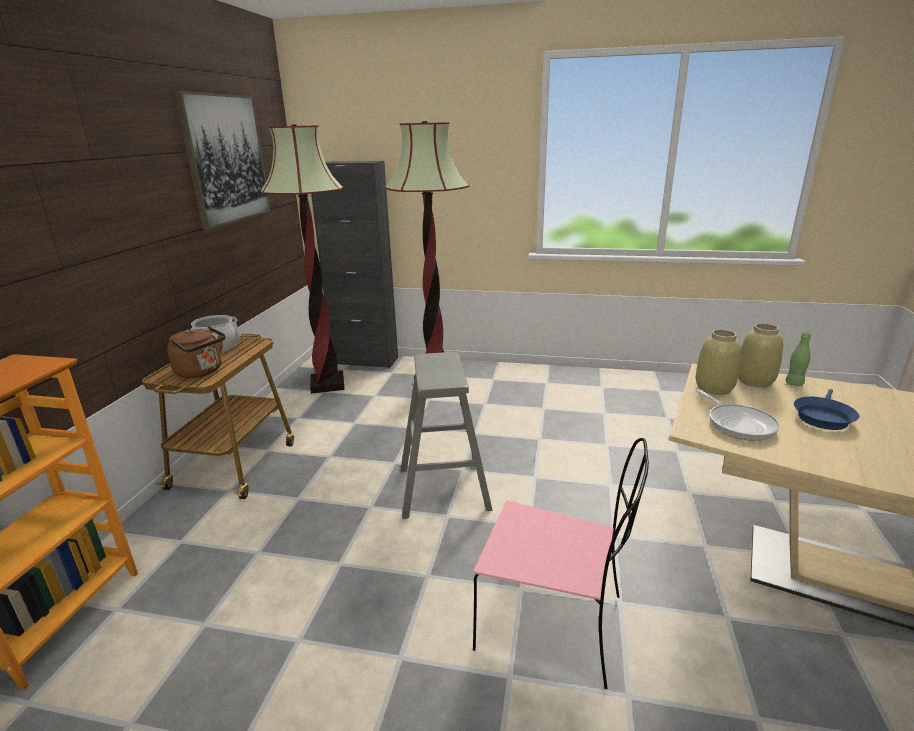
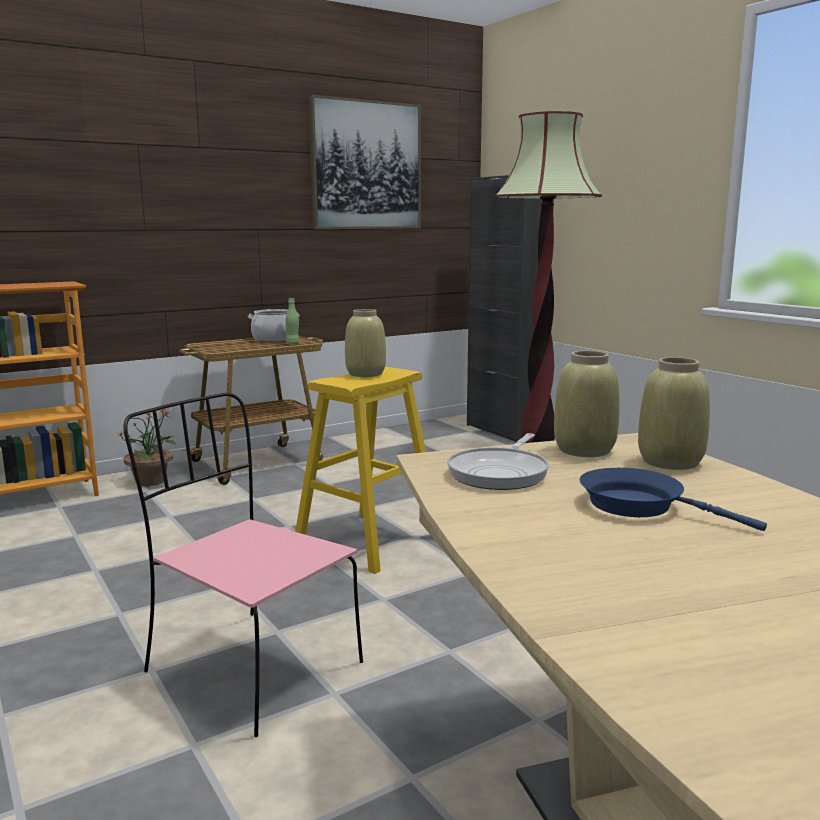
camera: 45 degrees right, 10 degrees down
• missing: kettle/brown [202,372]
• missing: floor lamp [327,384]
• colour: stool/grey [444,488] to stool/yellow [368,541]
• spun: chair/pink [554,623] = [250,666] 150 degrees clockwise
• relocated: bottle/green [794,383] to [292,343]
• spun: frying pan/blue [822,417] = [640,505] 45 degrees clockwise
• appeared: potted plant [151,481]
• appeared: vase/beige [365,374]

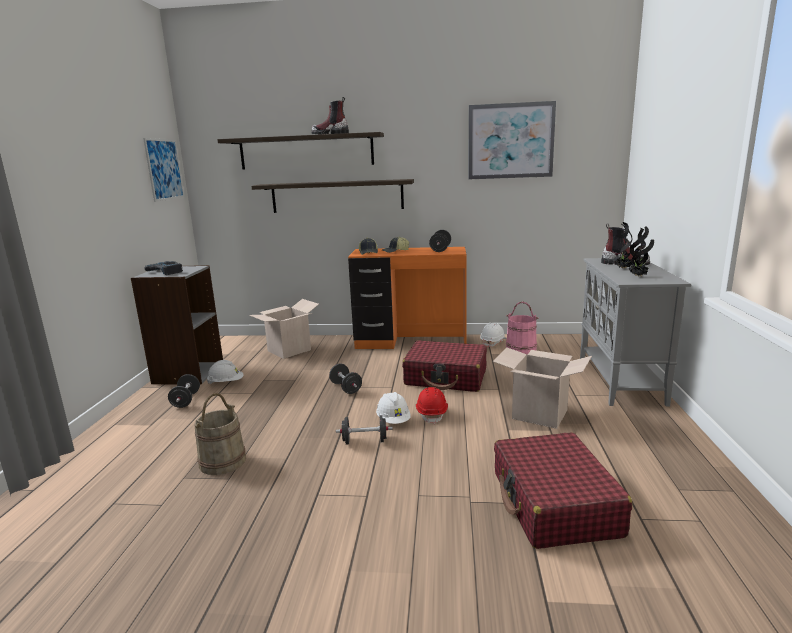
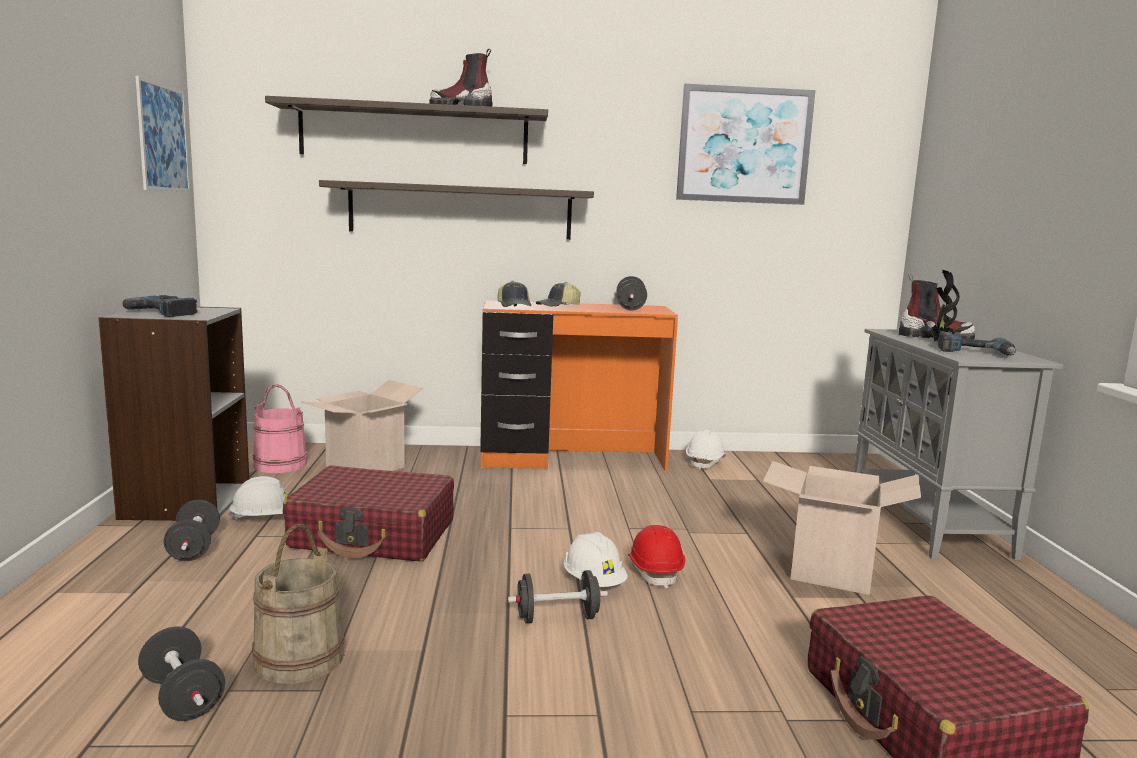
camera: 10 degrees left, 5 degrees down
• relocated: dumbbell/black [346,388] to [182,698]
• relocated: suitcase/red [446,377] to [374,534]
• relocated: bucket/pink [521,349] to [280,465]
• exchanged: potted plant [638,276] to power drill [976,352]

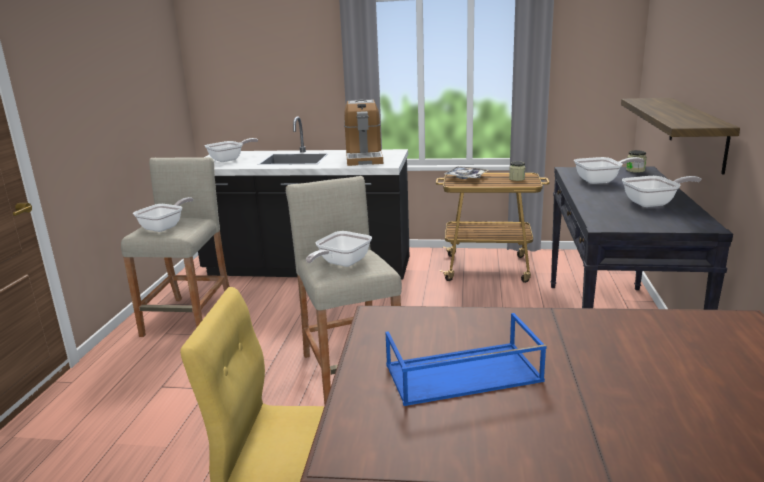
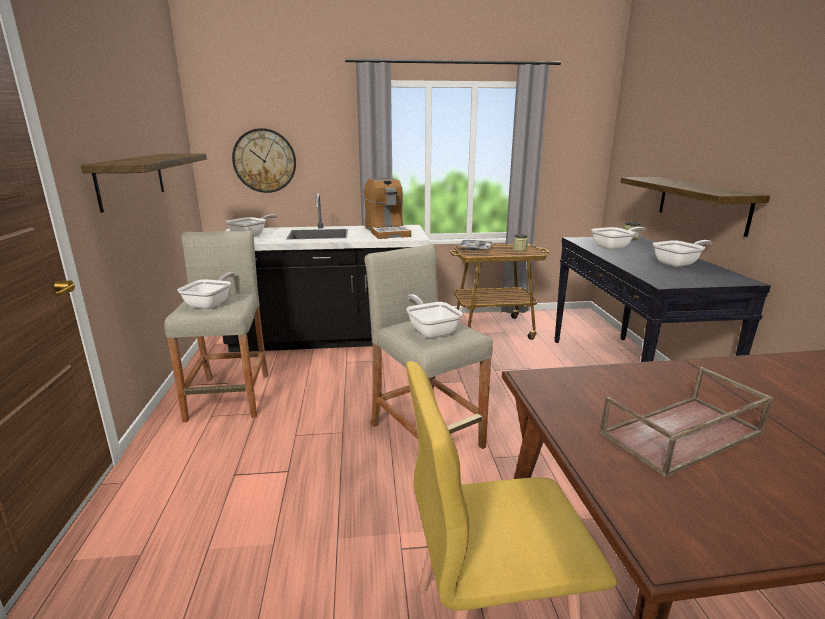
camera: 15 degrees left, 0 degrees up
• spun: frying pan [341,263] = [431,331] 135 degrees clockwise
• colour: tray/blue [461,374] to tray/brown [681,434]
• appeared: shelf [132,179]
• appeared: wall clock [264,161]

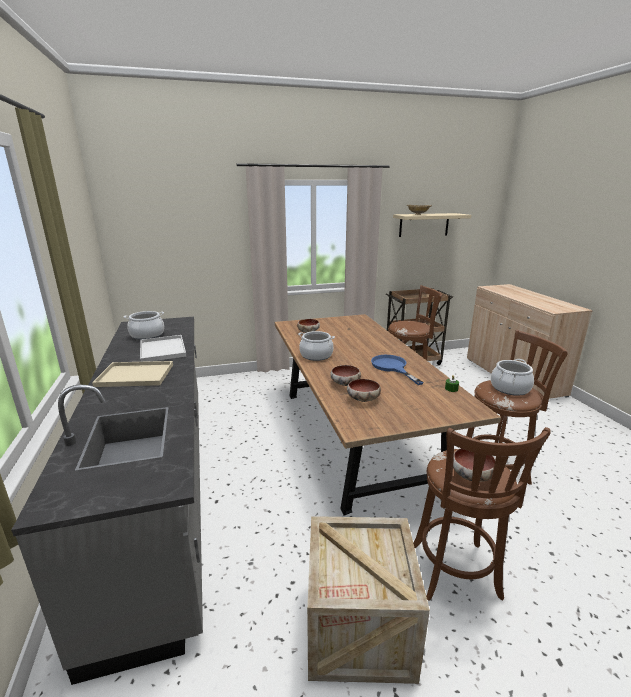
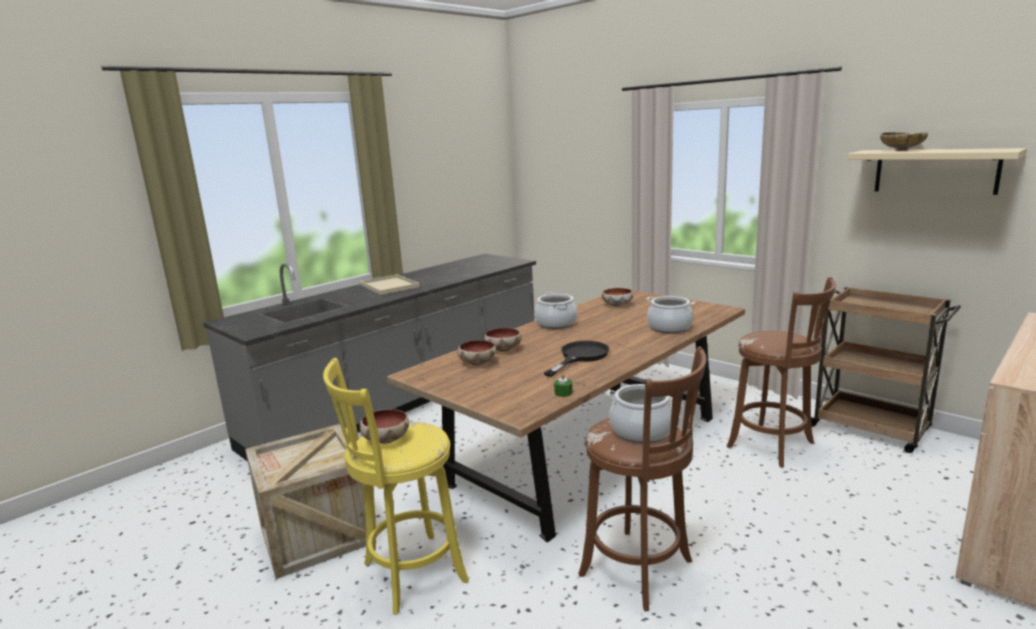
camera: 60 degrees right, 5 degrees down
• relocated: cooking pot [147,335] to [669,328]
• missing: tray/white [163,349]
• colour: frying pan/blue [392,367] to frying pan/black [580,357]
• colour: stool/brown [456,575] to stool/yellow [409,575]

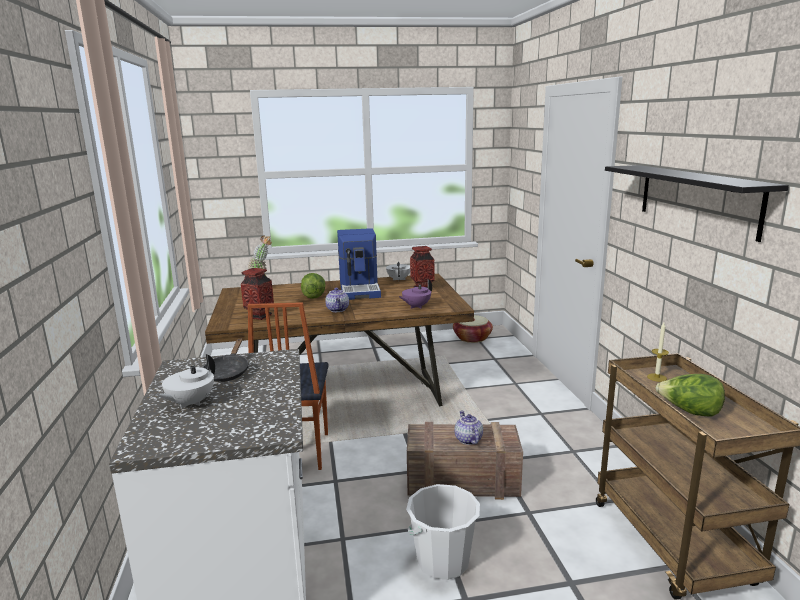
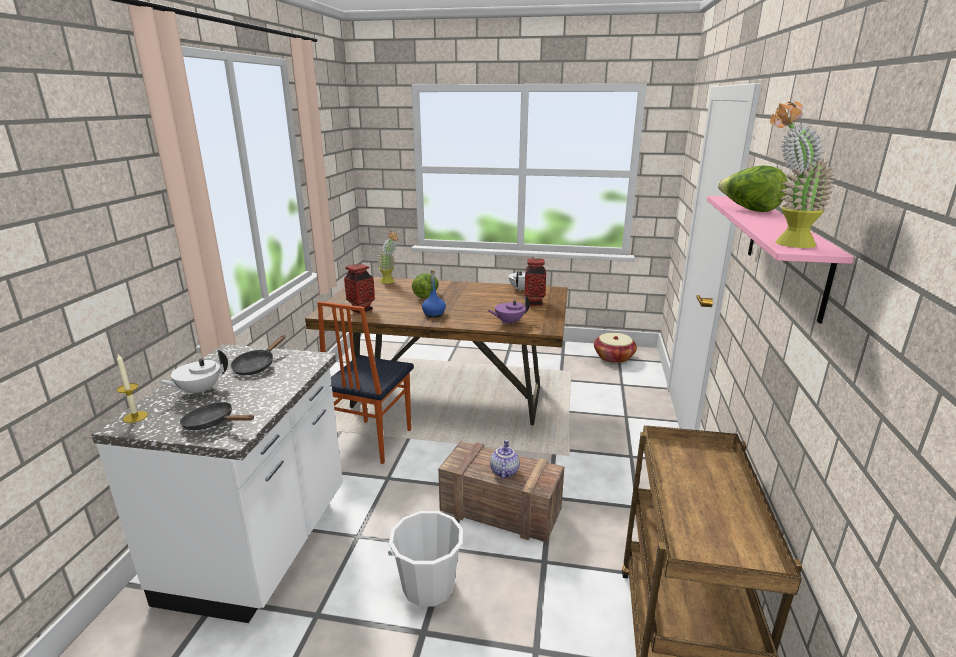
camera: 20 degrees right, 5 degrees up
• exchanged: teapot [338,310] to bottle/blue [434,314]
• missing: coffee machine [360,289]
• colour: shelf/black [697,199] to shelf/pink [785,251]
• relocated: candle [657,377] to [135,417]
• relocated: lettuce [689,412] to [748,210]
• appeared: frying pan/black [213,423]
• appeared: potted plant [784,243]

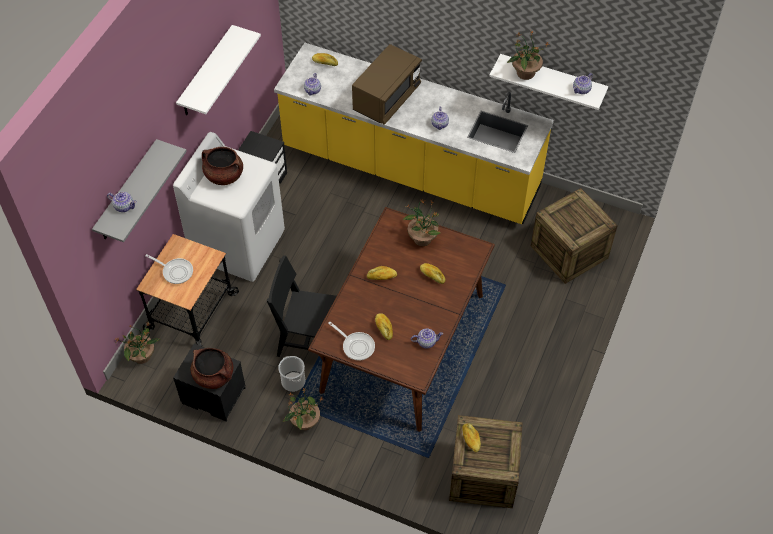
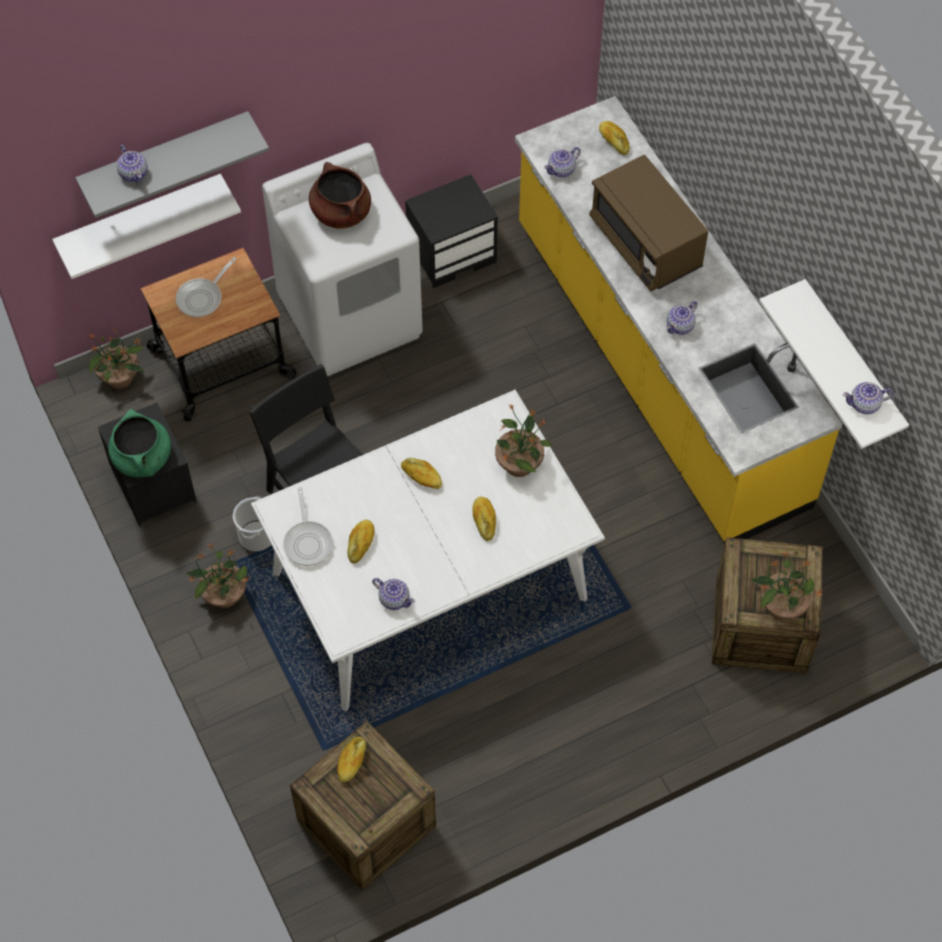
camera: 40 degrees right, 5 degrees up
• spun: frying pan [175,271] = [202,297] 60 degrees clockwise
• relocated: shelf/white [206,72] to [140,219]
• colour: cooking pot/brown [214,375] to cooking pot/green [143,458]
• colour: dining table/brown [403,342] to dining table/white [430,584]
• spun: microwave/brown [386,98] = [645,244] 75 degrees clockwise
• relocated: potted plant [525,73] to [781,606]

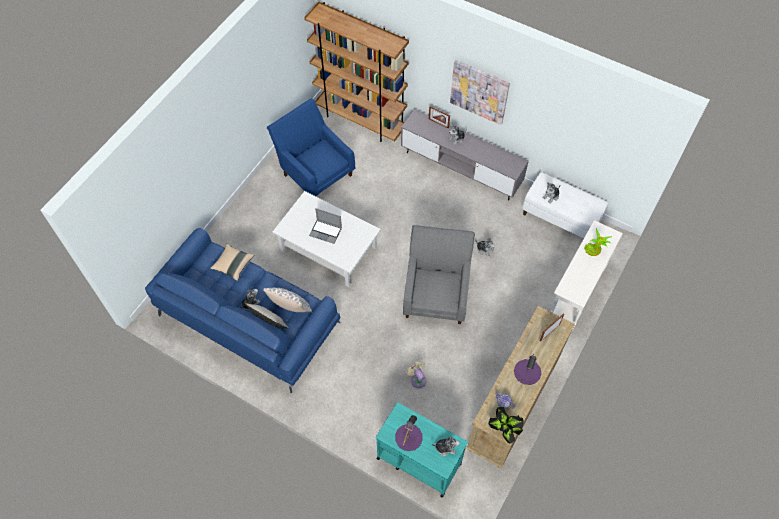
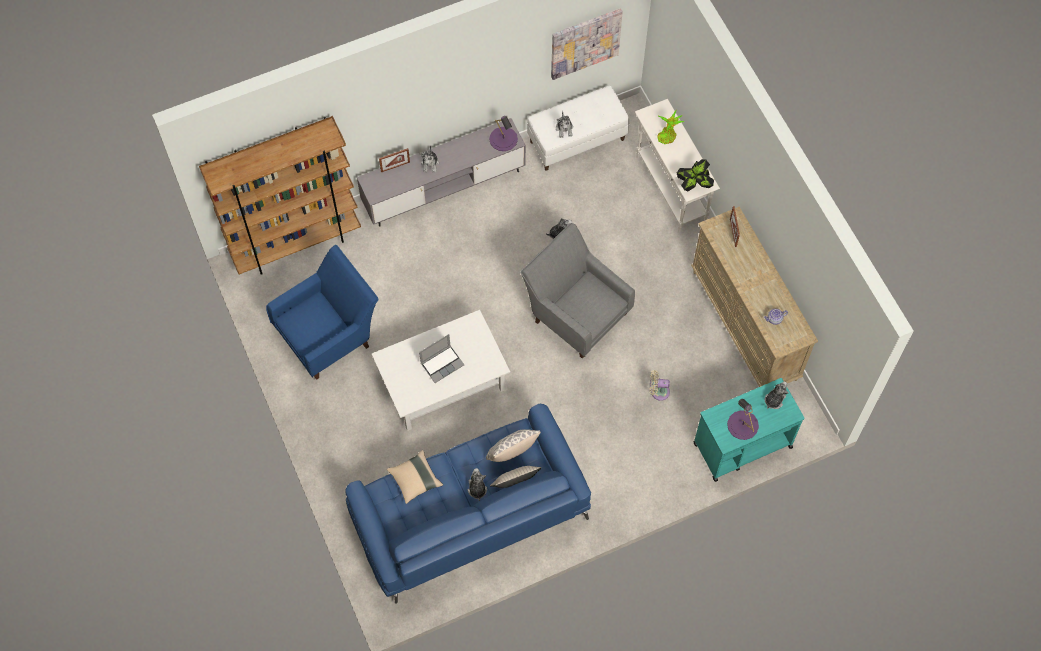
camera: 55 degrees left, 5 degrees up
• spun: armchair/blue [315,172] = [329,333] 150 degrees clockwise
• relocated: picture [479,92] to [585,42]
• relocated: potted plant [504,430] to [694,185]
• relocated: table lamp/purple [527,372] to [503,139]

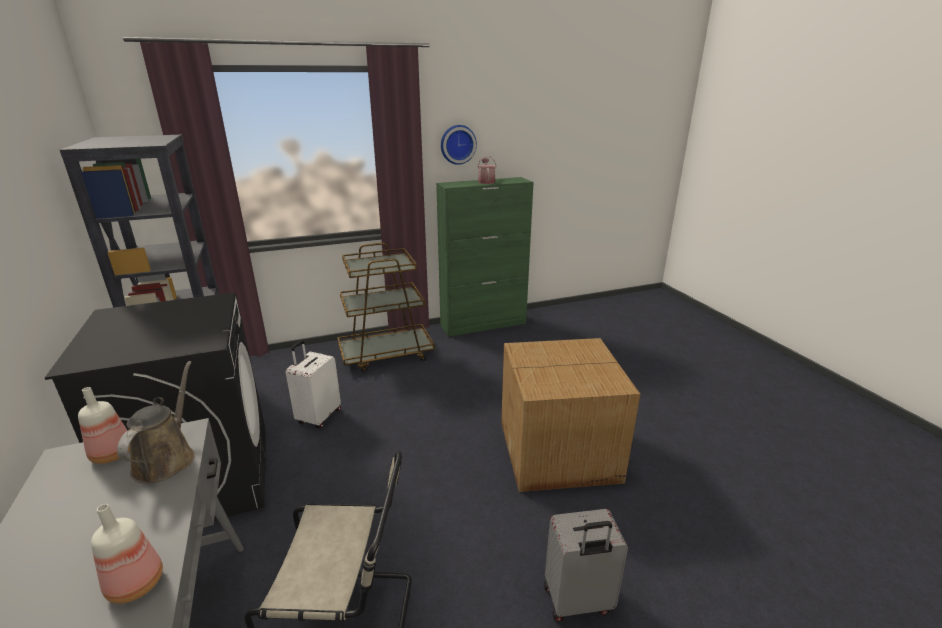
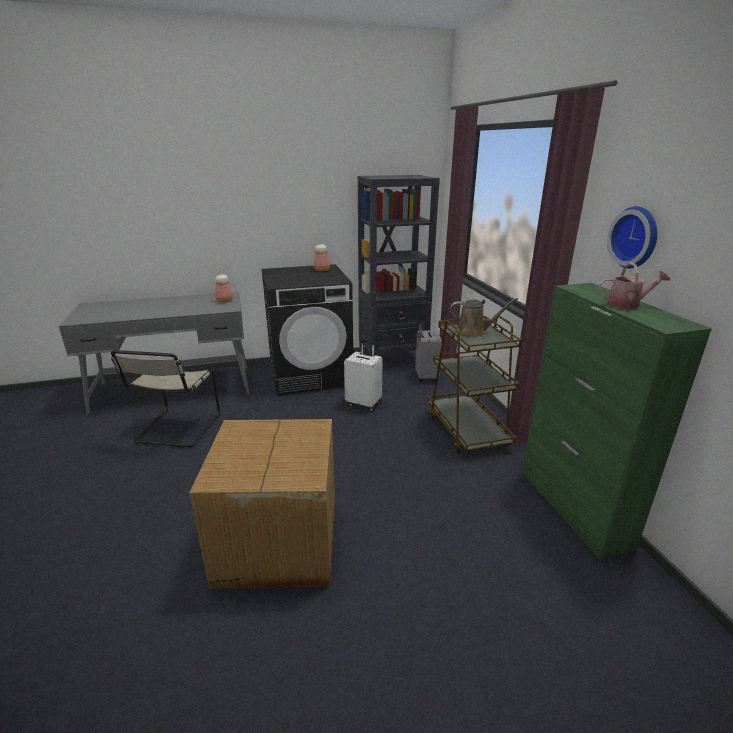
camera: 95 degrees right, 0 degrees up
• relocated: bottle [135,583] to [322,270]
• relocated: watering can/brown [167,458] to [474,332]
• relocated: suitcase/grey [577,601] to [425,377]

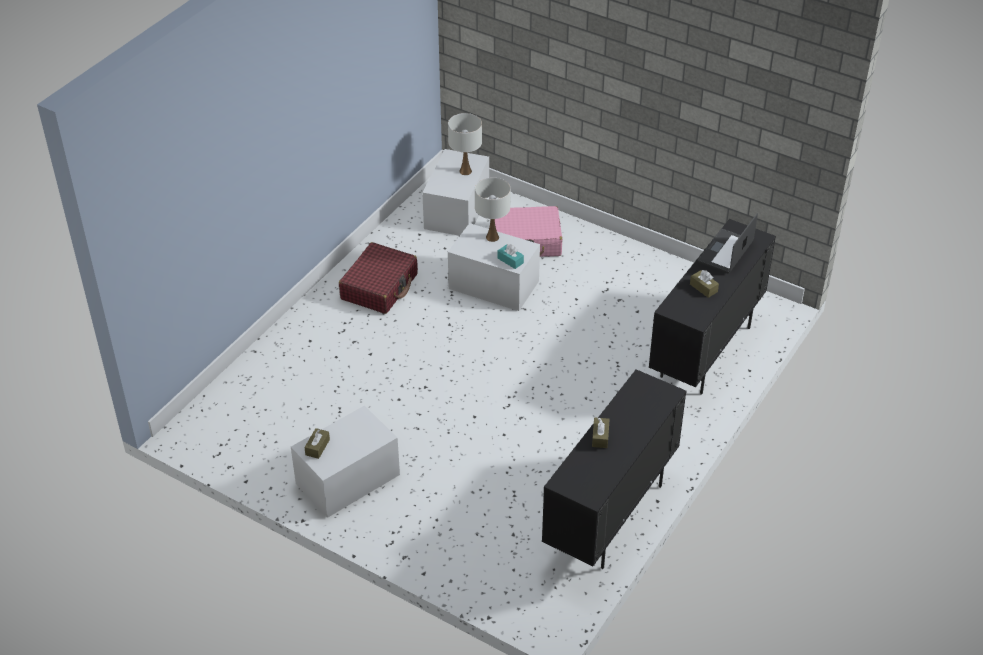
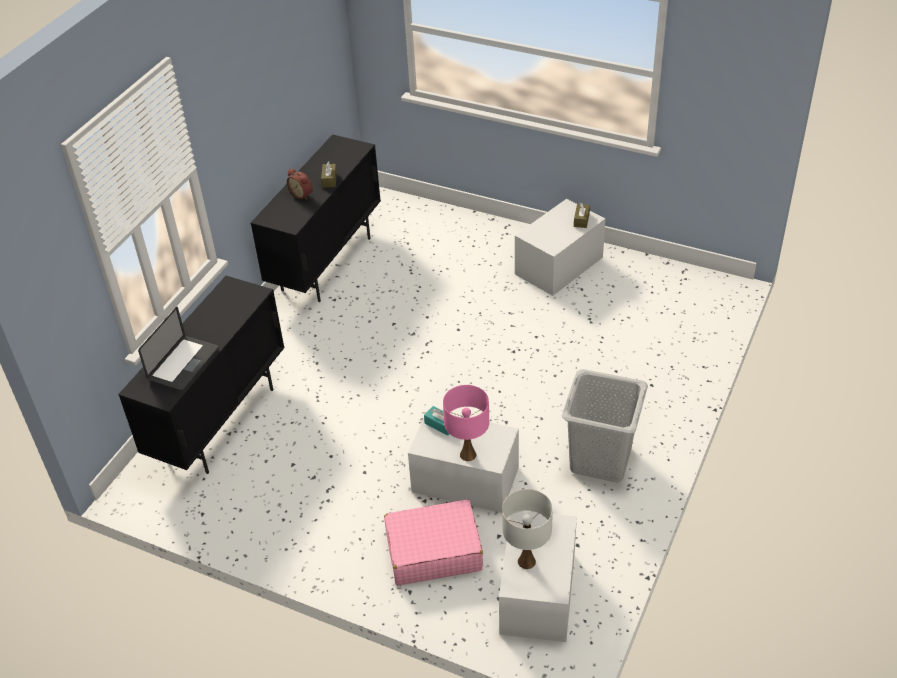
camera: 175 degrees right, 0 degrees up
• exchanged: suitcase/red [379,287] to laundry basket/grey [601,460]
• colour: table lamp/white [492,237] to table lamp/pink [468,454]
• missing: tissue box/brown [703,288]
• appeared: alarm clock [302,194]

